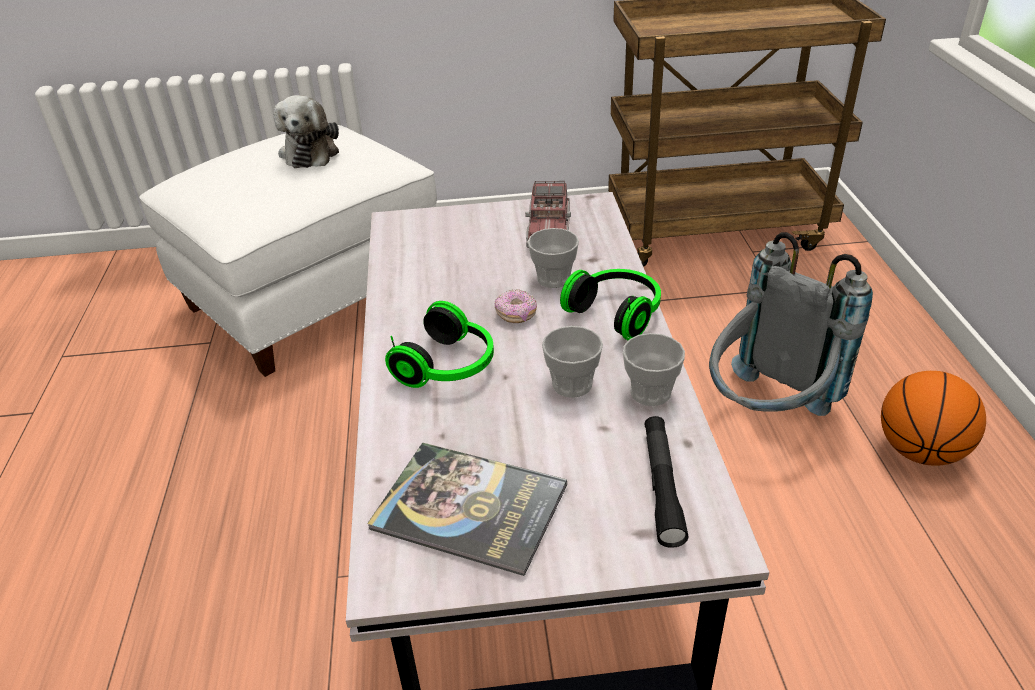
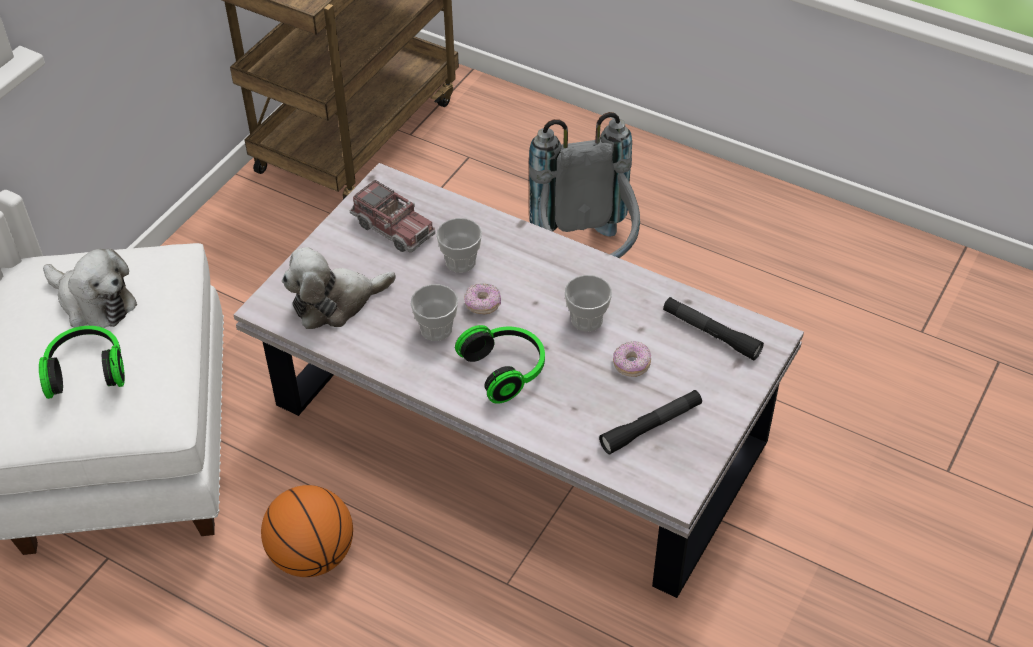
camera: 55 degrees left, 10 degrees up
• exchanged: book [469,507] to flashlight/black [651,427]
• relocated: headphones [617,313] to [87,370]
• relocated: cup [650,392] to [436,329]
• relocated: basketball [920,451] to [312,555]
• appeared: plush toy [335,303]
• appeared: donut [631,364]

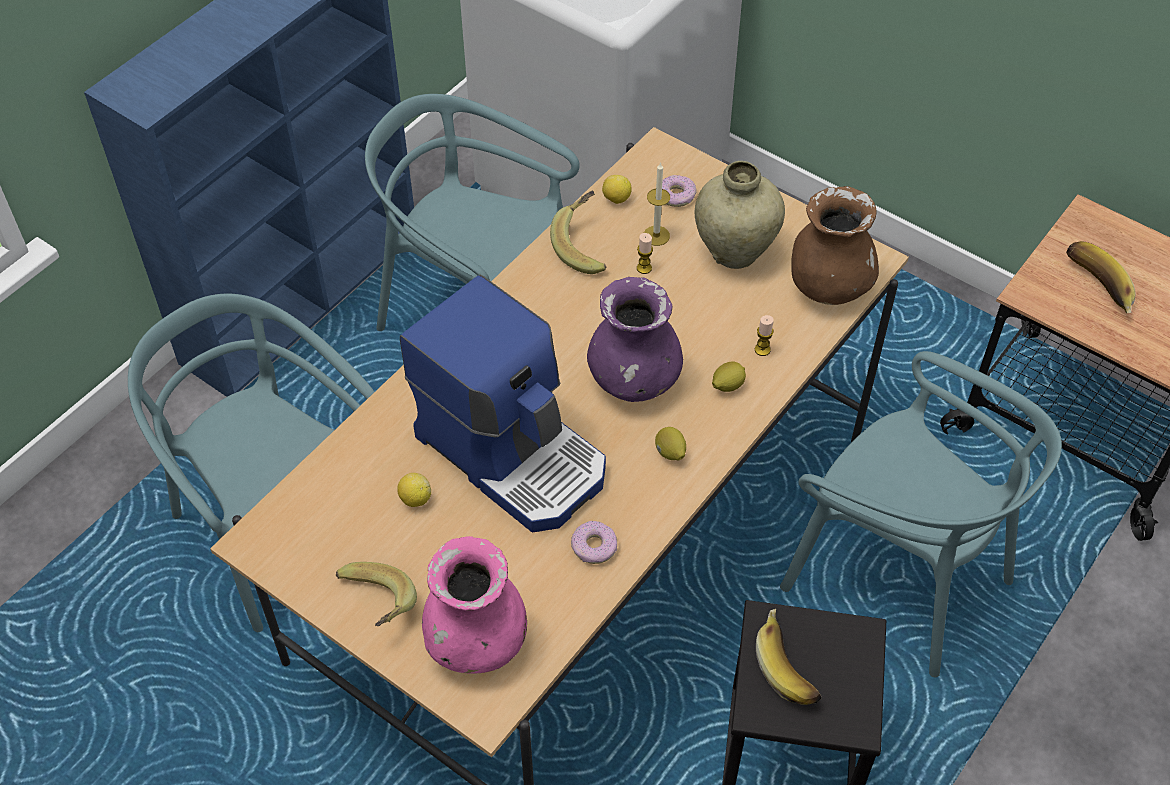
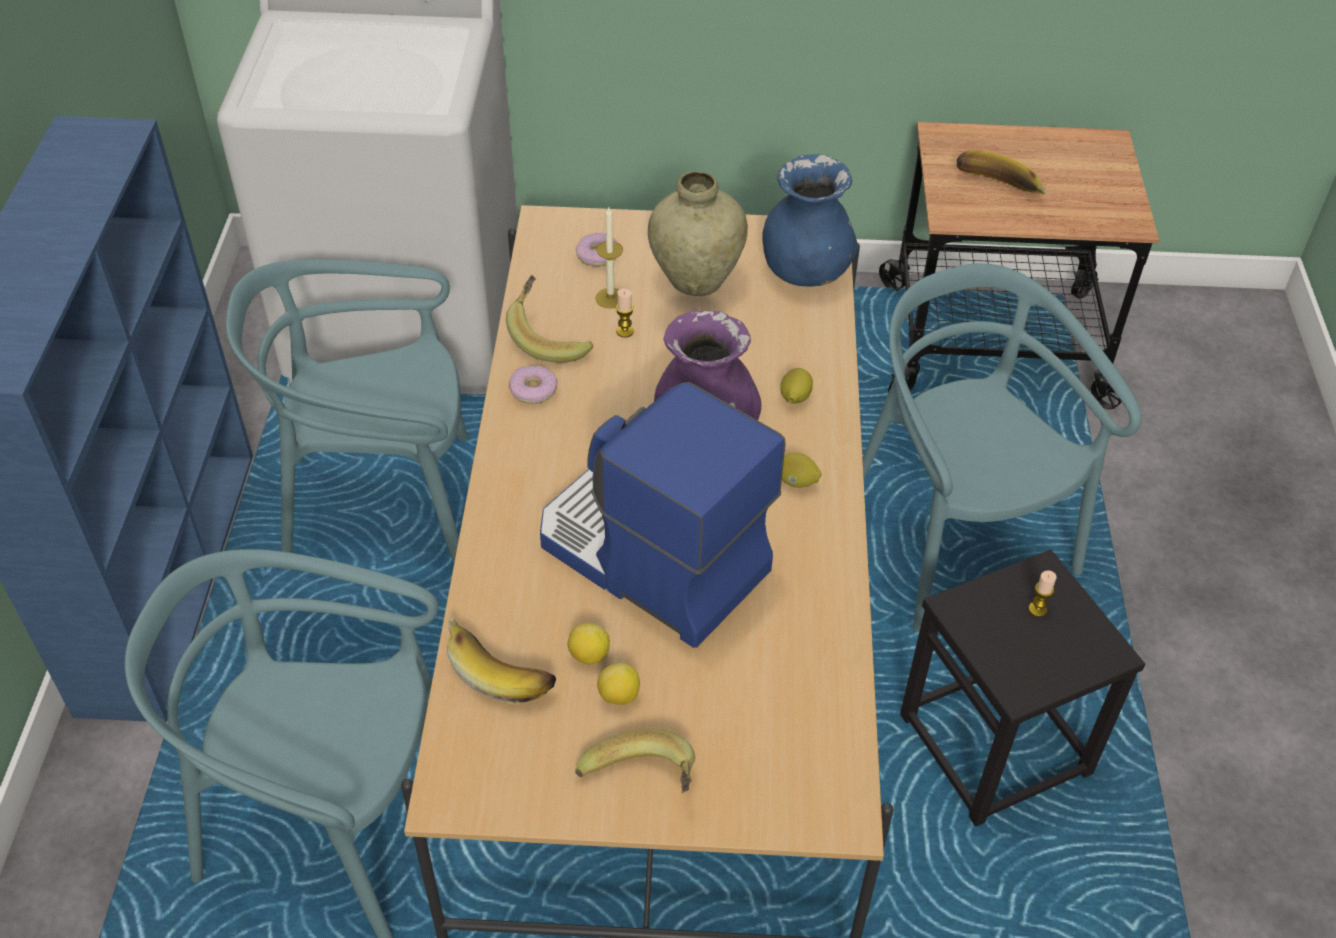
camera: 35 degrees left, 5 degrees down
• spun: coffee machine [514,453] = [650,558] 150 degrees counterclockwise
• missing: vase/pink [476,641]
• relocated: donut [594,547] to [533,391]
• relocated: lemon [616,199] to [618,696]
• relocated: candle [762,350] to [1037,609]
• relocated: banana [790,666] to [502,668]
• spun: chair/turquoise [897,577] = [955,540] 120 degrees counterclockwise
• colour: vase/brown [828,286] to vase/blue [805,272]

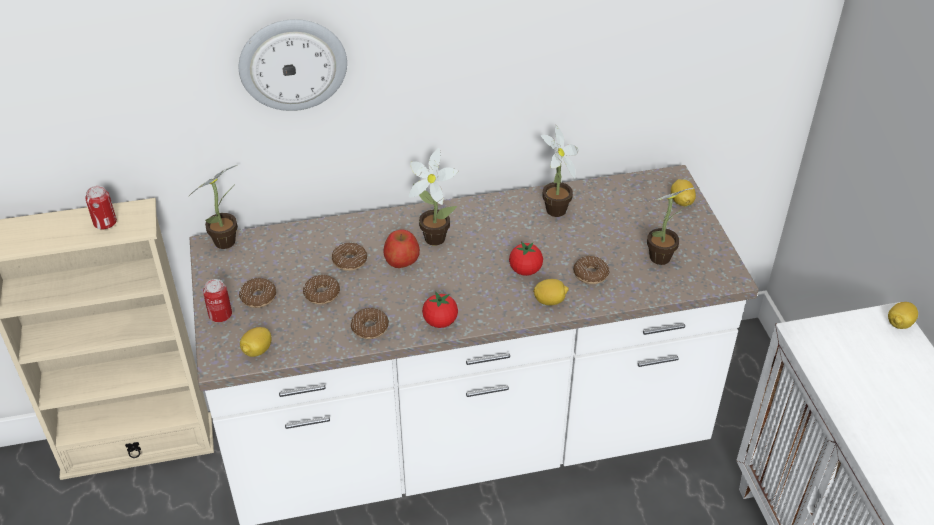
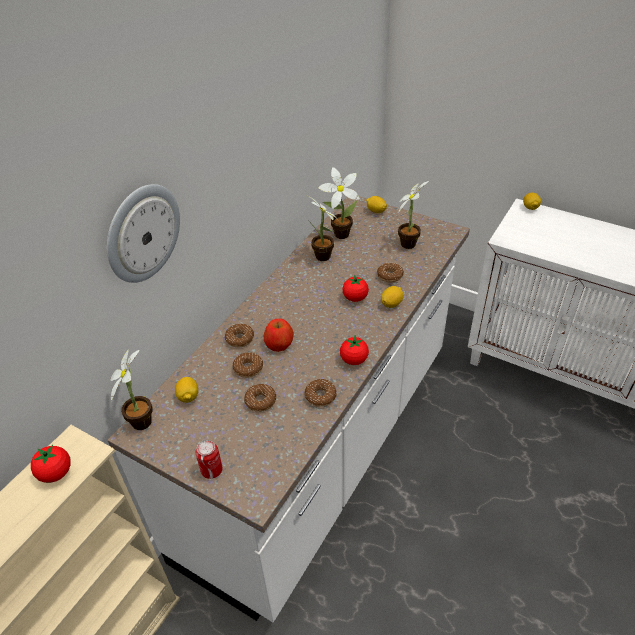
camera: 45 degrees left, 0 degrees up
• exchanged: can [105,223] to tomato [56,473]
• relocated: donut [258,297] to [240,339]
• relocated: lemon [257,351] to [188,396]
• relocated: potted plant [433,236] to [339,234]

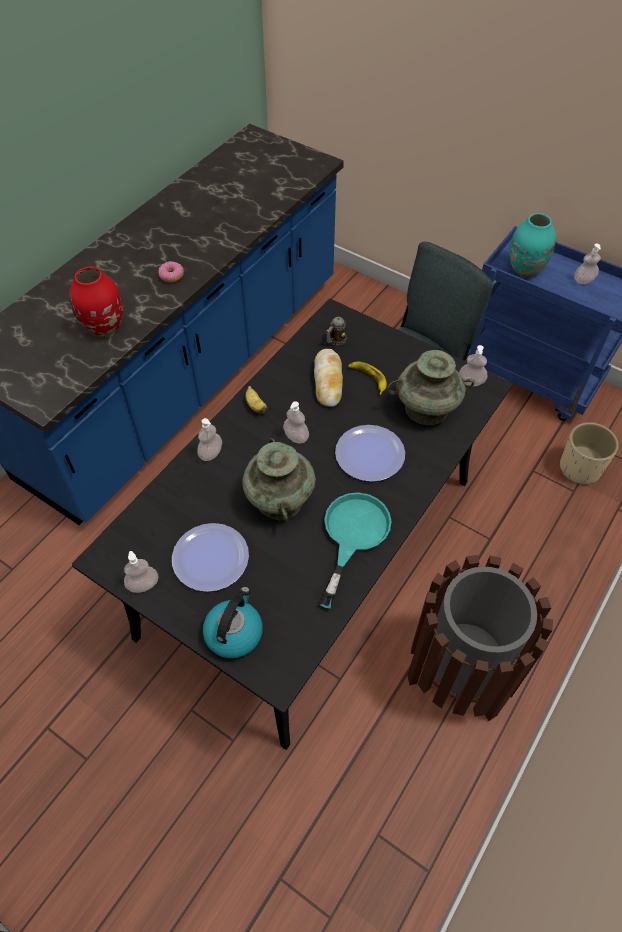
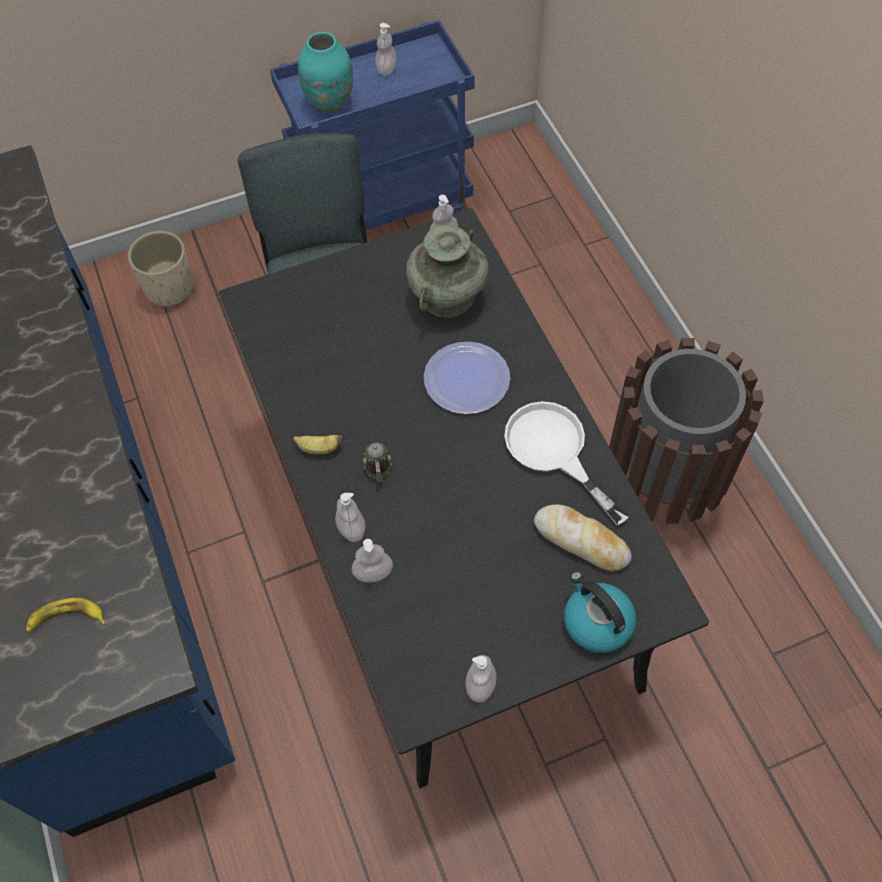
camera: 55 degrees left, 5 degrees up
• missing: vase/red [105,327]
• missing: donut [171,275]
• missing: plate [211,558]
• missing: vase/turquoise [279,499]
• relocated: soap dispenser [296,437] to [373,573]
• relocated: bread [328,381] to [581,541]
• colour: frying pan/turquoise [352,535] to frying pan/white [554,451]
• relocated: mug [335,341] to [378,471]
• relocated: banana [368,378] to [66,619]
• relocated: planter/beige [580,468] to [170,288]

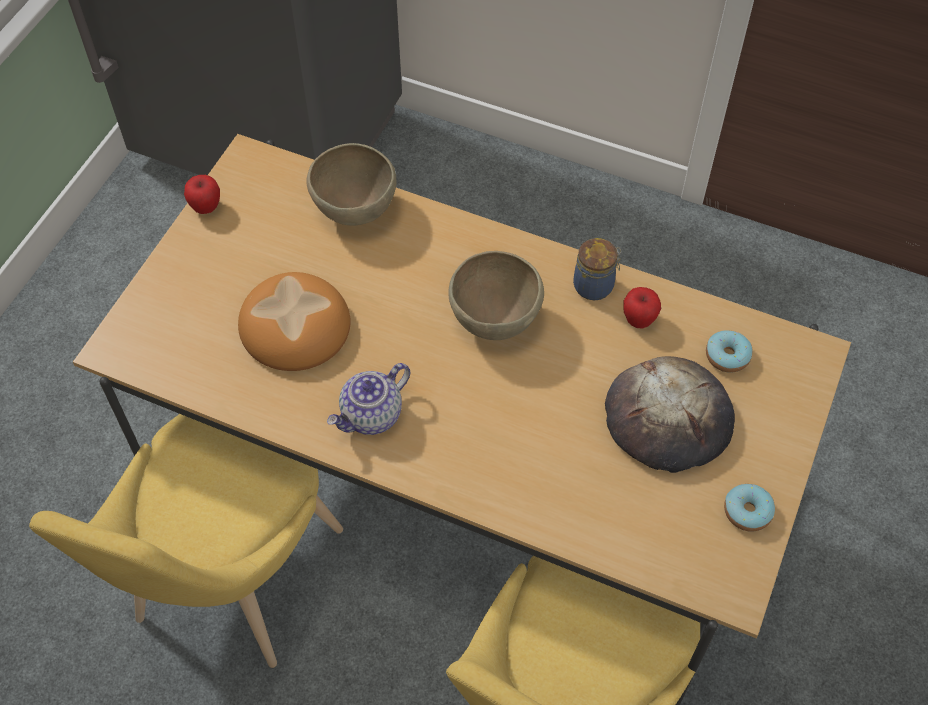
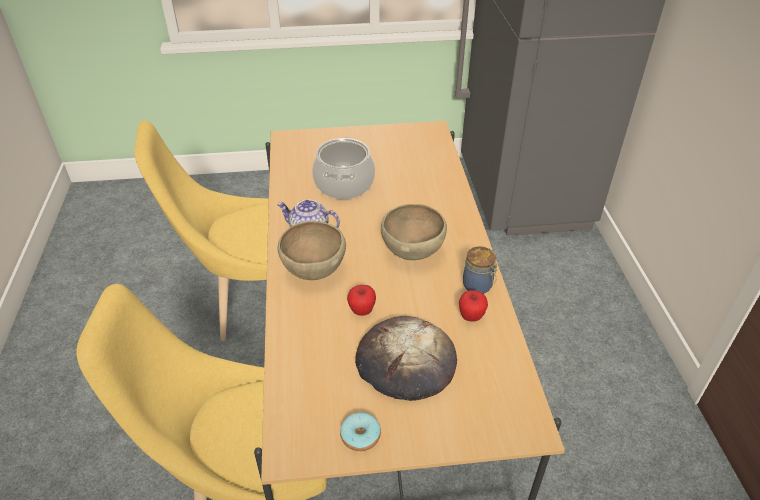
camera: 60 degrees right, 15 degrees down
• relocated: apple [206,207] to [362,311]
• exchanged: bread [296,326] to cooking pot [344,184]
• relocated: bowl/brown [354,210] to [314,271]
• missing: donut [727,356]

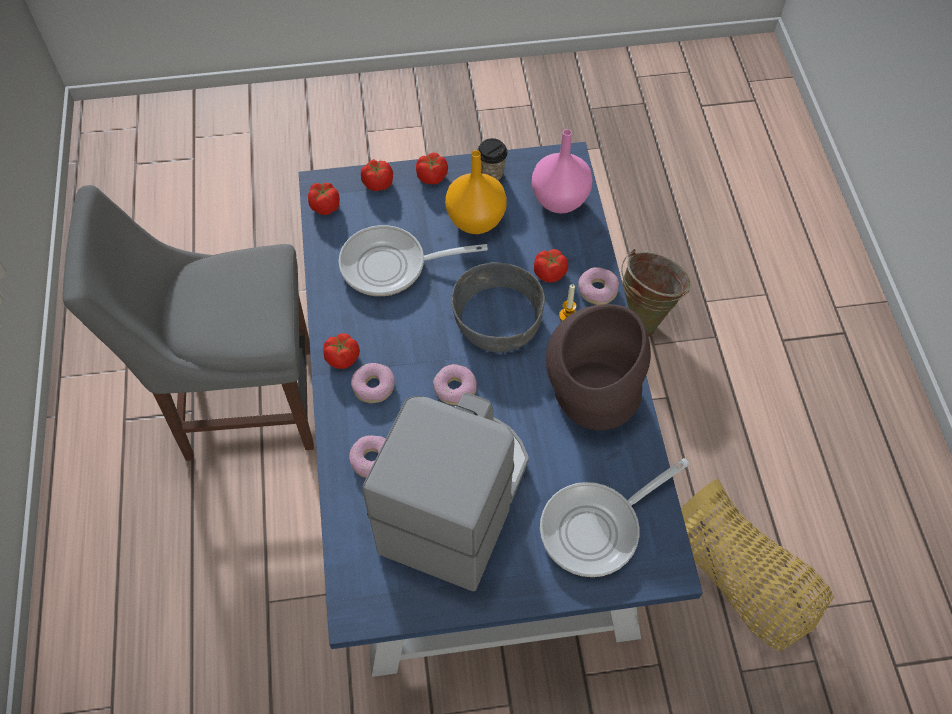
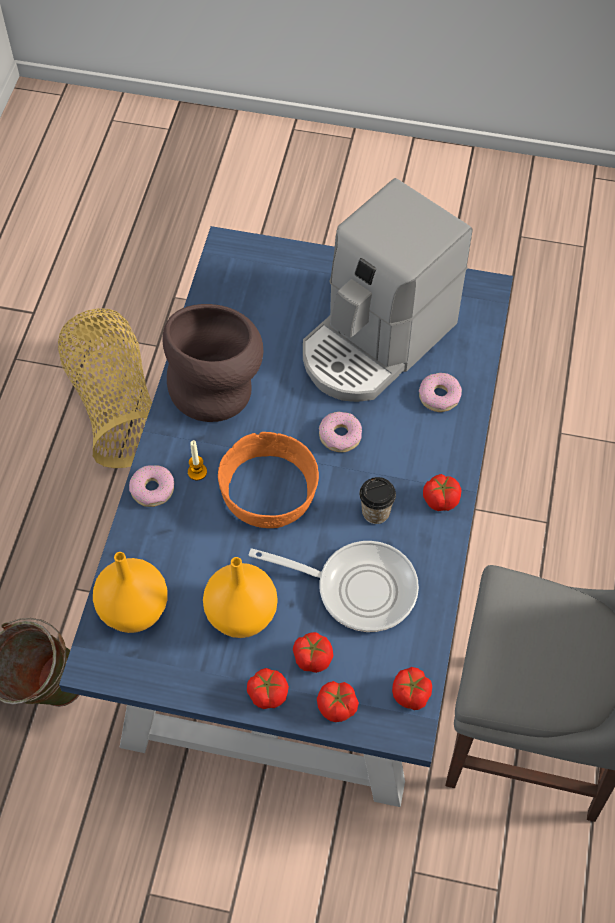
camera: 160 degrees left, 0 degrees up
• missing: donut [373,386]
• colour: bowl/grey [496,318] to bowl/orange [270,493]
• relocated: cup [491,173] to [375,512]
• colour: vase/pink [560,201] to vase/orange [134,608]
• relocated: tomato [550,273] to [312,658]
• missing: frying pan [597,528]

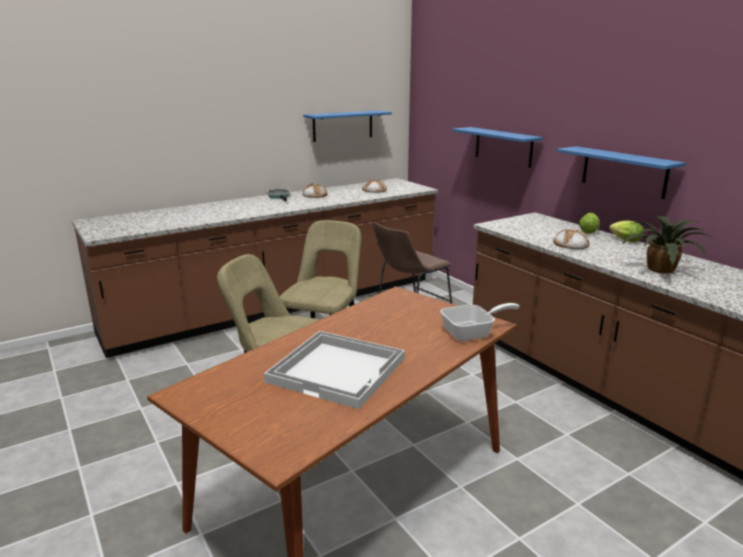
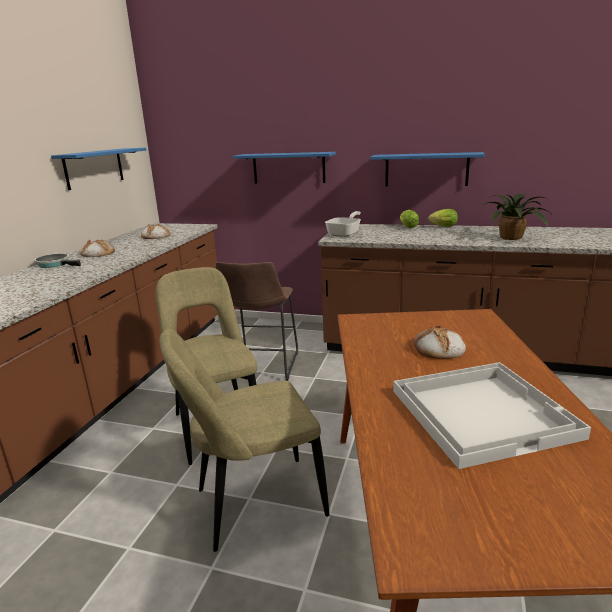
camera: 40 degrees left, 0 degrees up
• relocated: frying pan [472,333] to [345,233]
• relocated: bread [570,244] to [438,349]

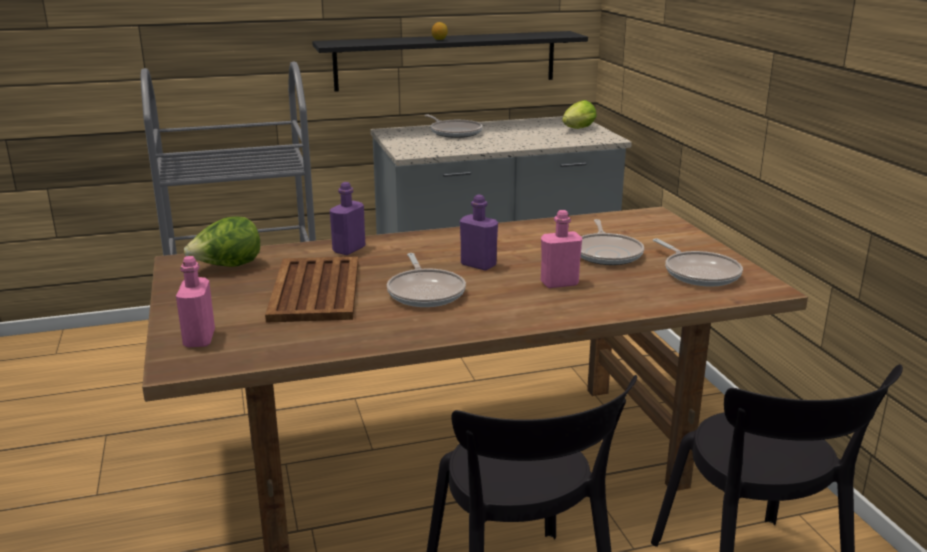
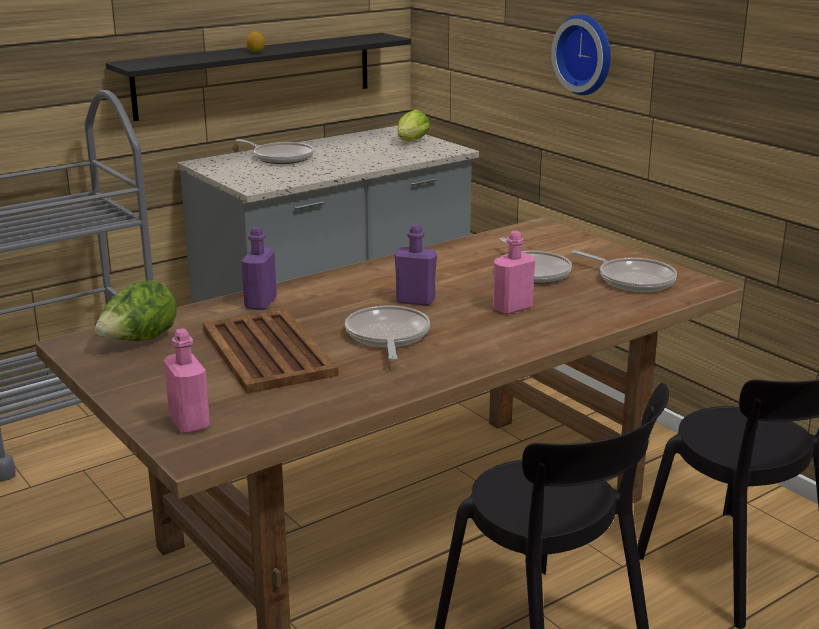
camera: 20 degrees left, 0 degrees up
• spun: frying pan [425,292] = [387,336] 150 degrees counterclockwise
• appeared: wall clock [586,54]

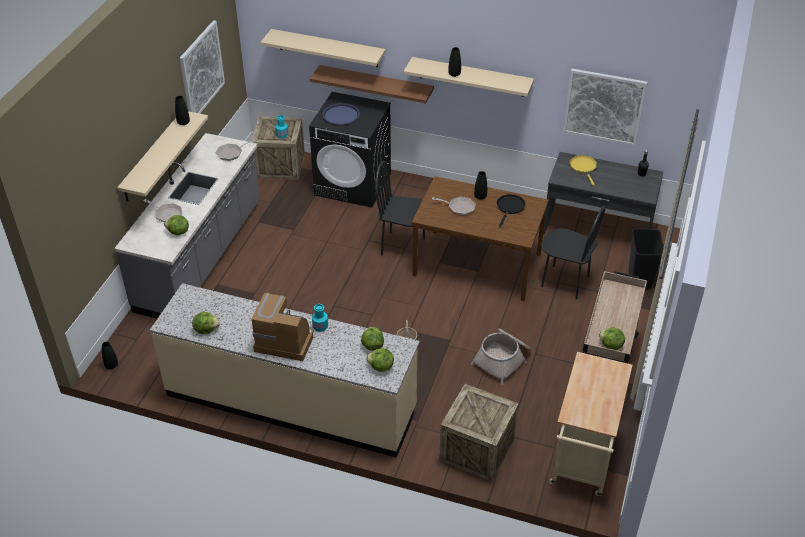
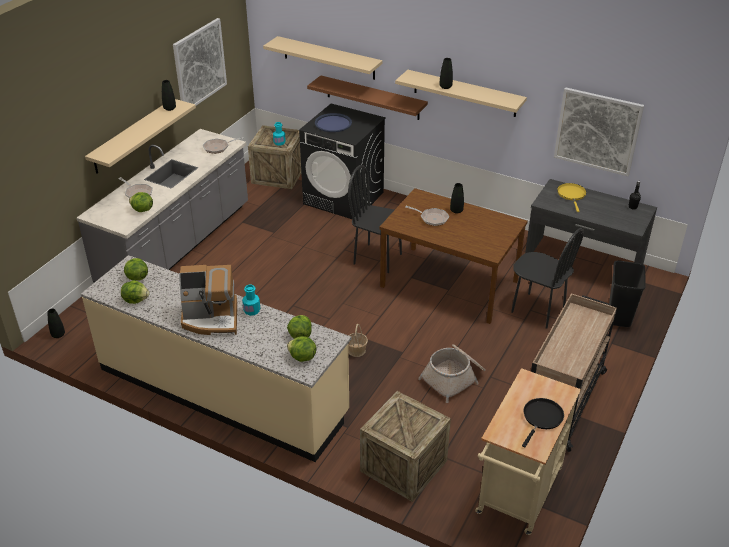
camera: 10 degrees right, 5 degrees down
• spun: coffee machine [284,339] = [211,319] 150 degrees clockwise
• relocated: frying pan/black [510,207] to [541,418]
• relocated: lettuce [610,345] to [136,277]

